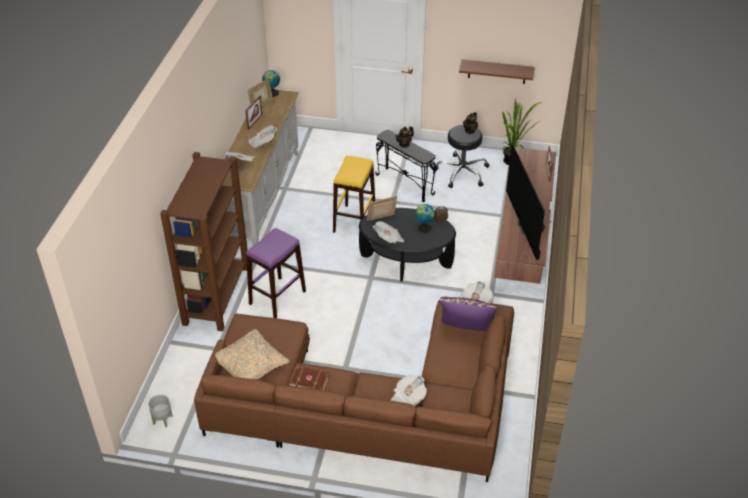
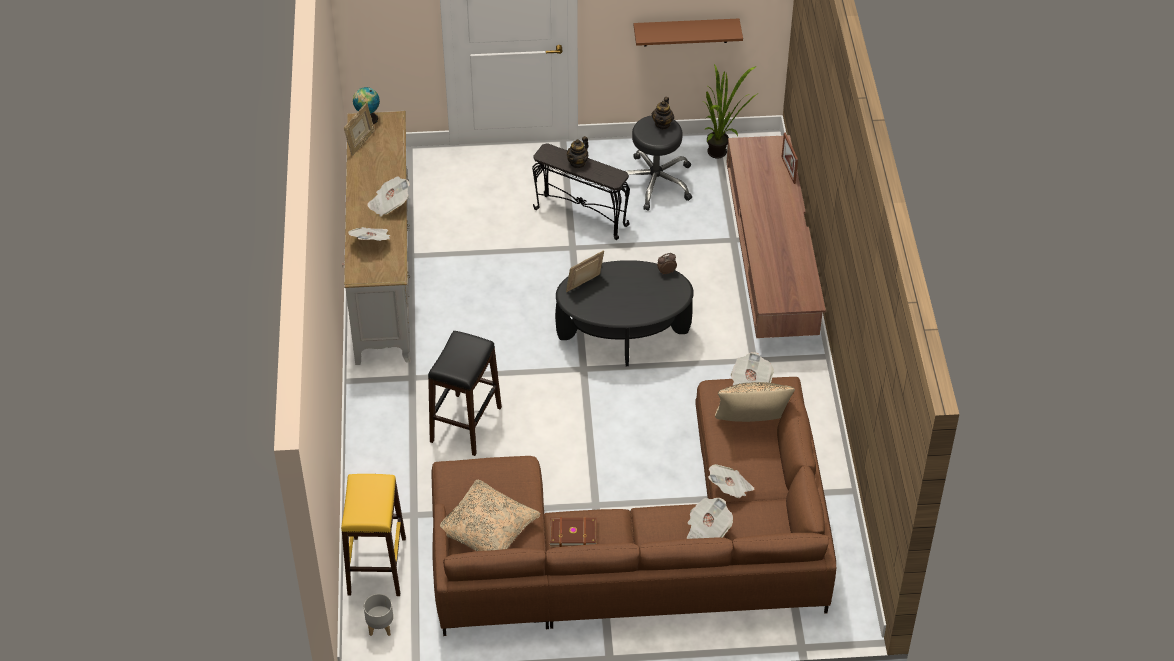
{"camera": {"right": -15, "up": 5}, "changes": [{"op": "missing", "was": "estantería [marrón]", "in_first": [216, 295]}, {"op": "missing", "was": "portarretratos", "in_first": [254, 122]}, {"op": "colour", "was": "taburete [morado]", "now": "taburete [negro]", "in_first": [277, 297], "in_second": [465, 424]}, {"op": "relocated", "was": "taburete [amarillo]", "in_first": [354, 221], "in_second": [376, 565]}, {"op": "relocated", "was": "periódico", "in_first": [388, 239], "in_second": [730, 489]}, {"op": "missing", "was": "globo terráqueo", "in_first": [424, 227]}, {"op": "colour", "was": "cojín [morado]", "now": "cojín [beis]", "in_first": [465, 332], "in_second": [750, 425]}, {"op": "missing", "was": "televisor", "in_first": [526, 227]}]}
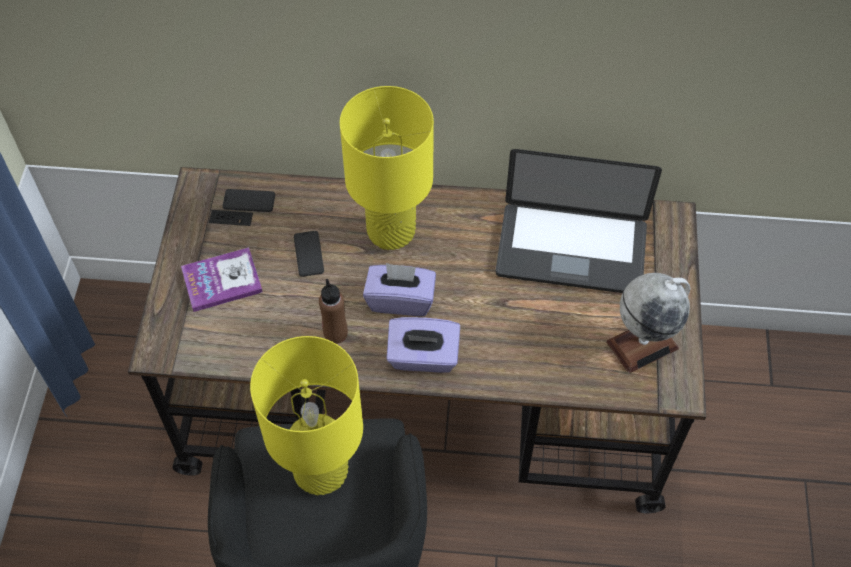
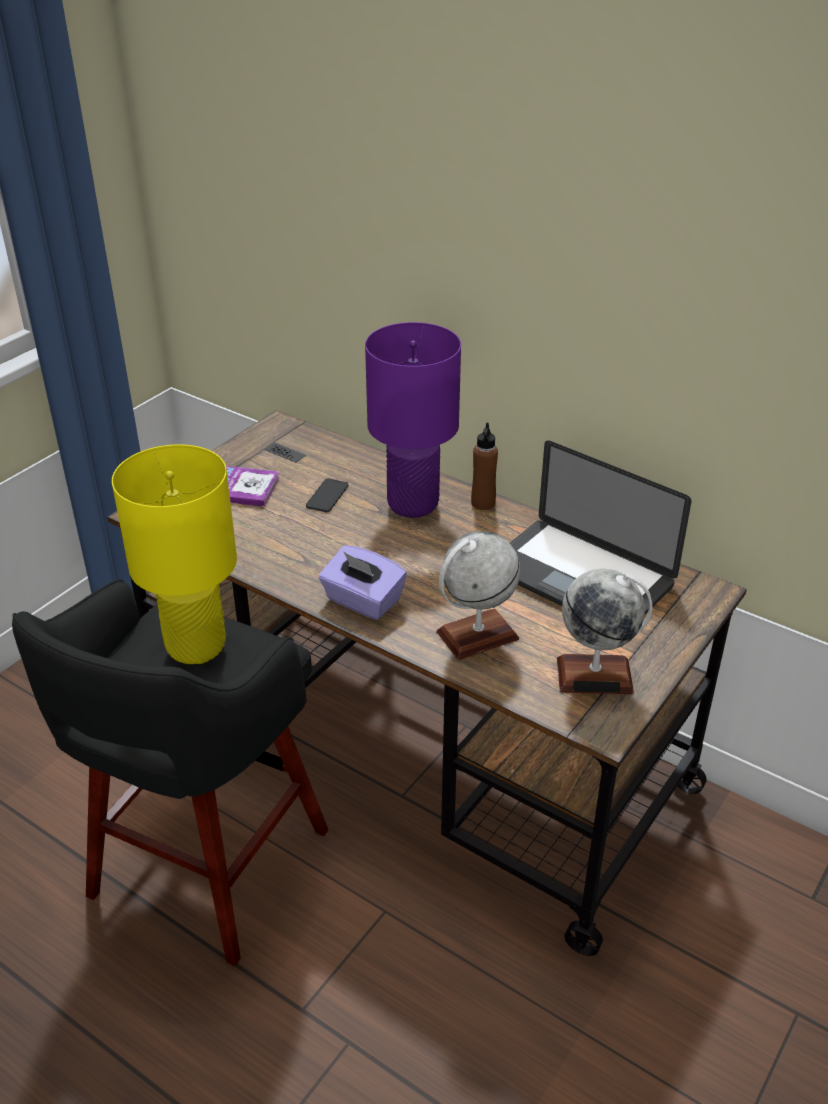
{"camera": {"right": 30, "up": -20}, "changes": [{"op": "missing", "was": "móvil", "in_first": [249, 201]}, {"op": "relocated", "was": "botella [marrón]", "in_first": [335, 333], "in_second": [483, 503]}, {"op": "colour", "was": "lámpara de mesa [amarillo]", "now": "lámpara de mesa [morado]", "in_first": [392, 233], "in_second": [414, 507]}, {"op": "missing", "was": "caja de pañuelos [morado]", "in_first": [400, 300]}, {"op": "appeared", "now": "globo terráqueo", "in_second": [477, 635]}]}
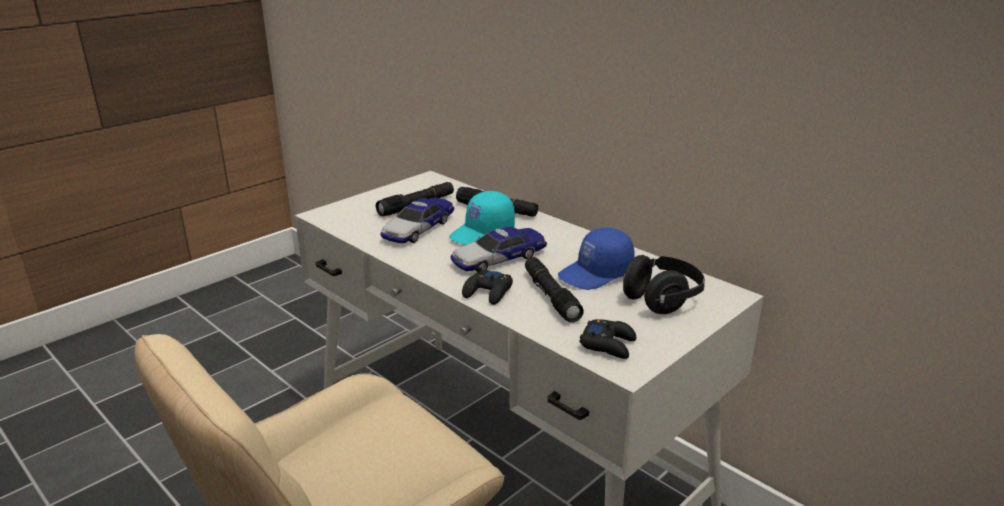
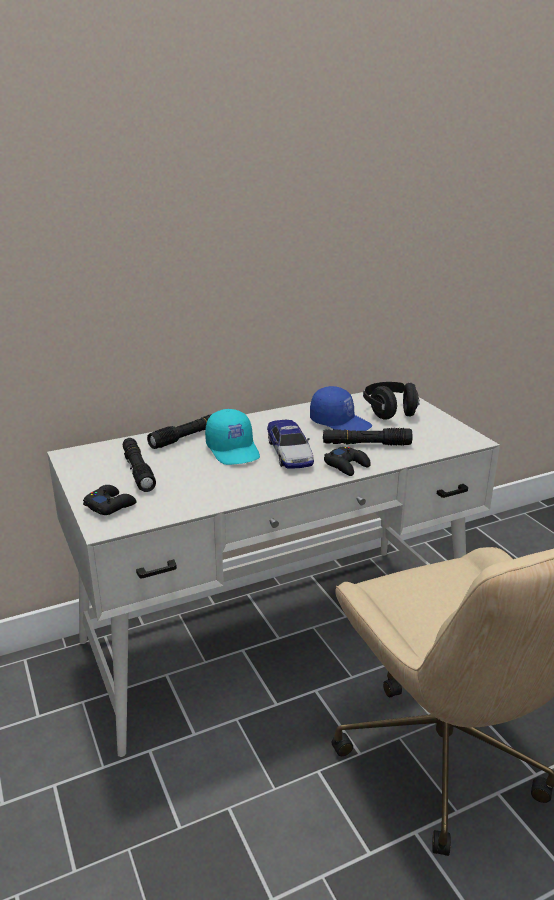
{"camera": {"right": -70, "up": 0}, "changes": [{"op": "missing", "was": "coche de juguete", "in_first": [418, 228]}, {"op": "spun", "was": "gorra [azul]", "in_first": [596, 274], "in_second": [340, 423], "clockwise": -45}, {"op": "relocated", "was": "mando de consola [negro]", "in_first": [608, 344], "in_second": [110, 505]}]}
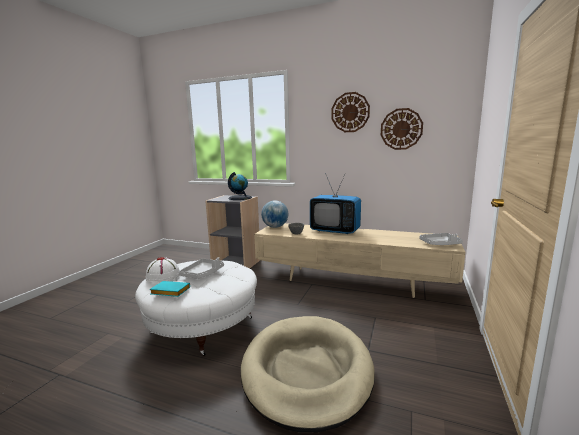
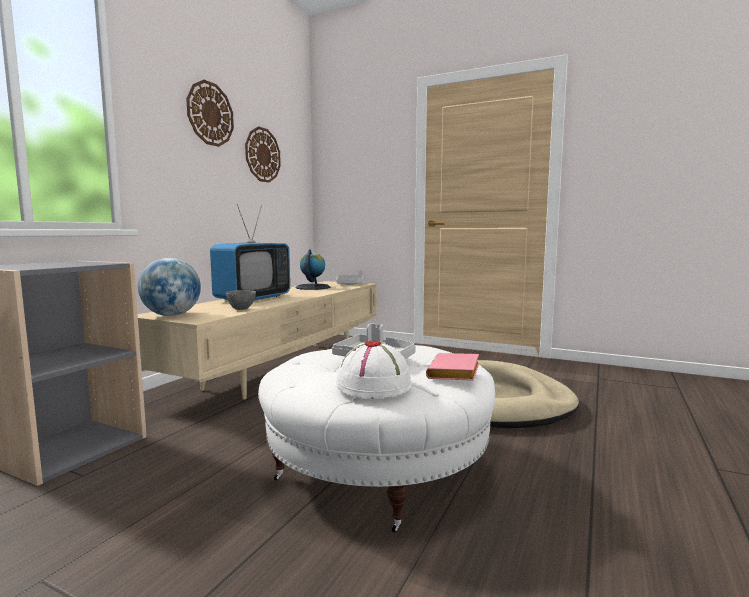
{"camera": {"right": -85, "up": -5}, "changes": [{"op": "colour", "was": "libro [turquesa]", "now": "libro [rosa]", "in_first": [169, 292], "in_second": [455, 373]}, {"op": "relocated", "was": "globo terráqueo", "in_first": [240, 198], "in_second": [312, 287]}]}
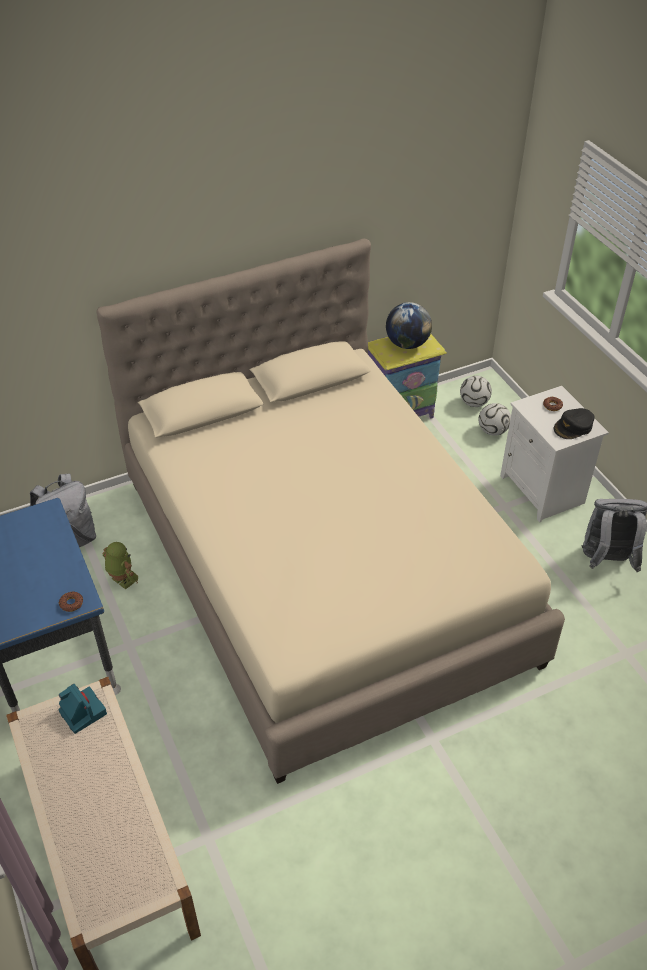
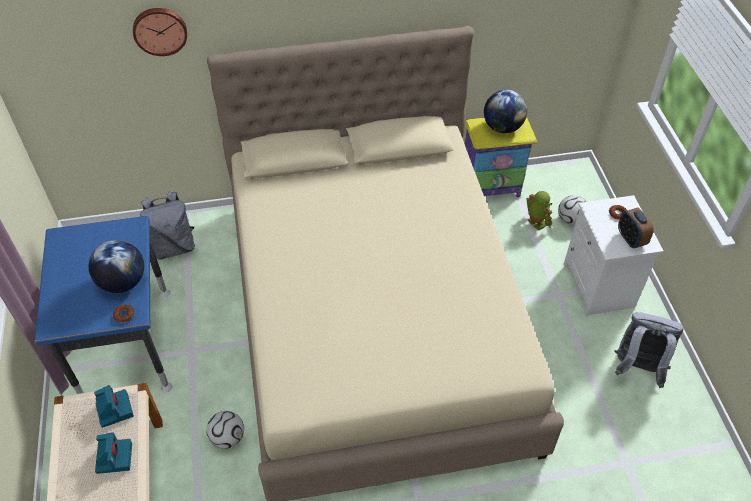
{"camera": {"right": 15, "up": 5}, "changes": [{"op": "relocated", "was": "robot de juguete", "in_first": [122, 580], "in_second": [535, 223]}, {"op": "relocated", "was": "balón de fútbol", "in_first": [474, 403], "in_second": [228, 438]}, {"op": "exchanged", "was": "gorra [negro]", "now": "despertador", "in_first": [573, 427], "in_second": [630, 239]}, {"op": "appeared", "now": "globo terráqueo", "in_second": [123, 282]}, {"op": "appeared", "now": "cámara", "in_second": [114, 457]}, {"op": "appeared", "now": "reloj de pared", "in_second": [160, 30]}]}
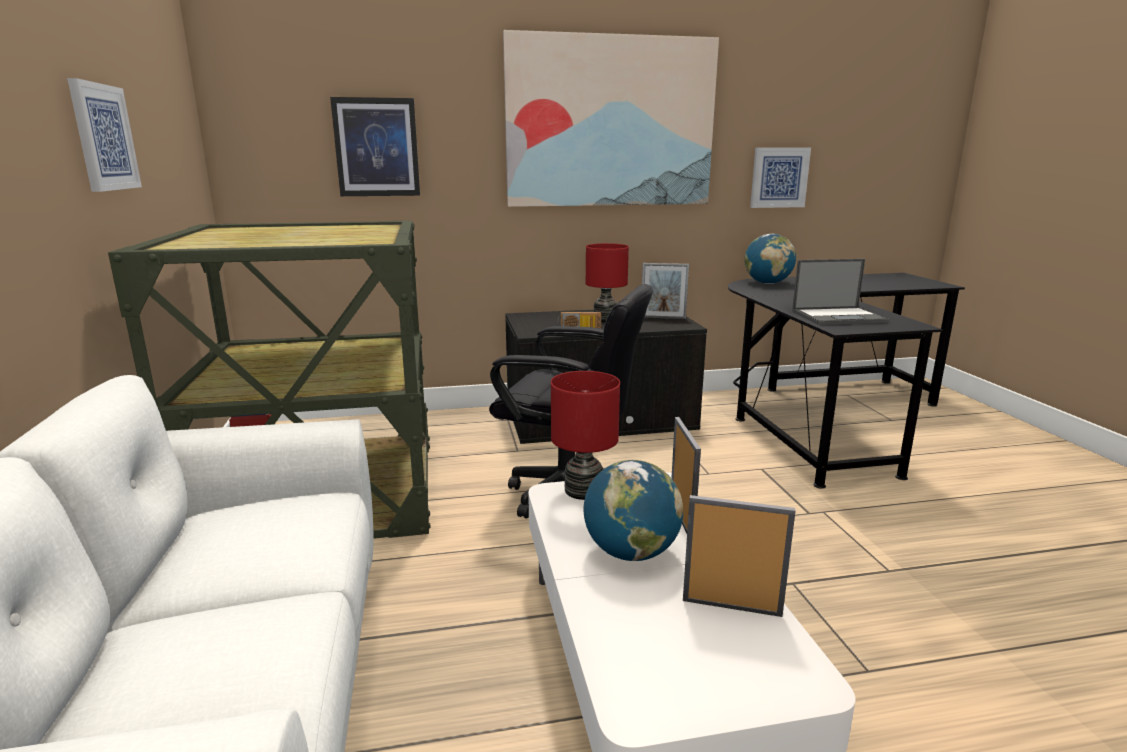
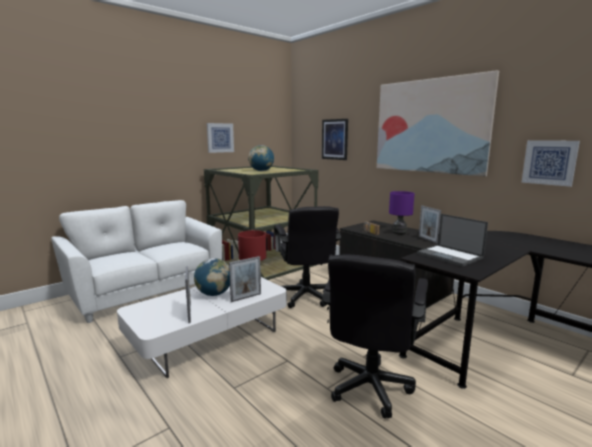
{"camera": {"right": 60, "up": -5}, "changes": [{"op": "colour", "was": "lámpara de mesa [rojo]", "now": "lámpara de mesa [morado]", "in_first": [605, 319], "in_second": [399, 232]}, {"op": "relocated", "was": "globo terráqueo", "in_first": [767, 283], "in_second": [261, 171]}, {"op": "appeared", "now": "silla de oficina [negro]", "in_second": [370, 392]}]}
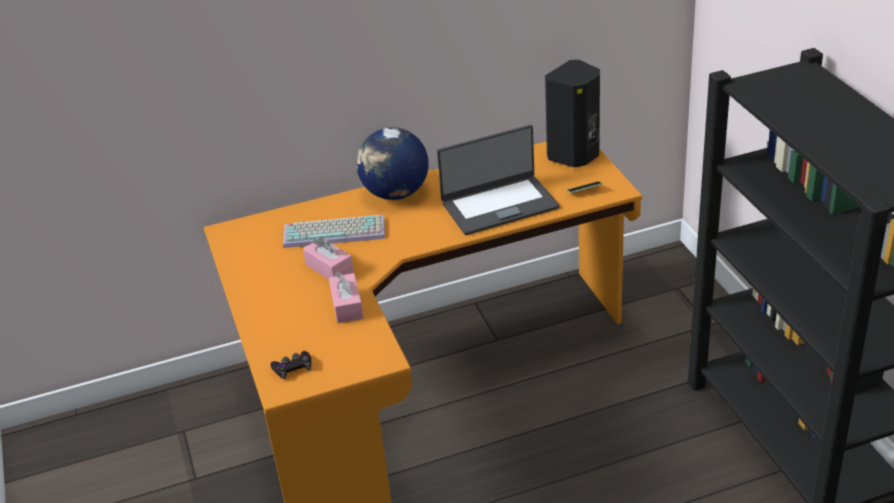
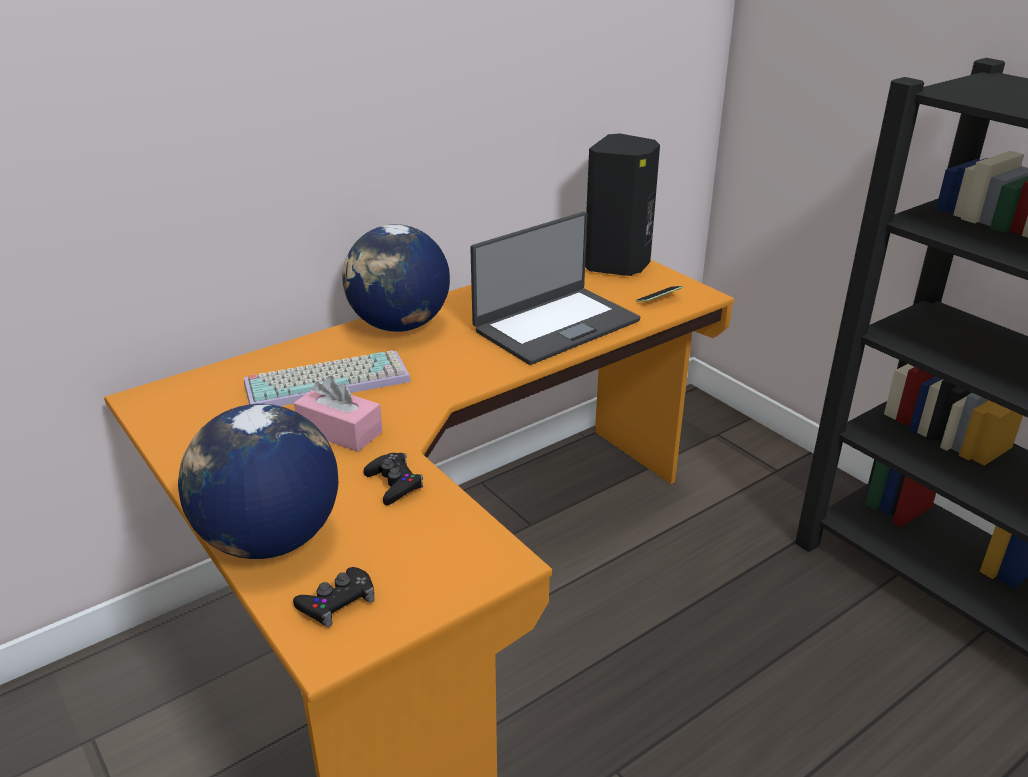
{"camera": {"right": -20, "up": -5}, "changes": [{"op": "exchanged", "was": "caja de pañuelos [rosa]", "now": "mando de consola [negro]", "in_first": [347, 306], "in_second": [394, 483]}, {"op": "appeared", "now": "globo terráqueo", "in_second": [269, 540]}]}
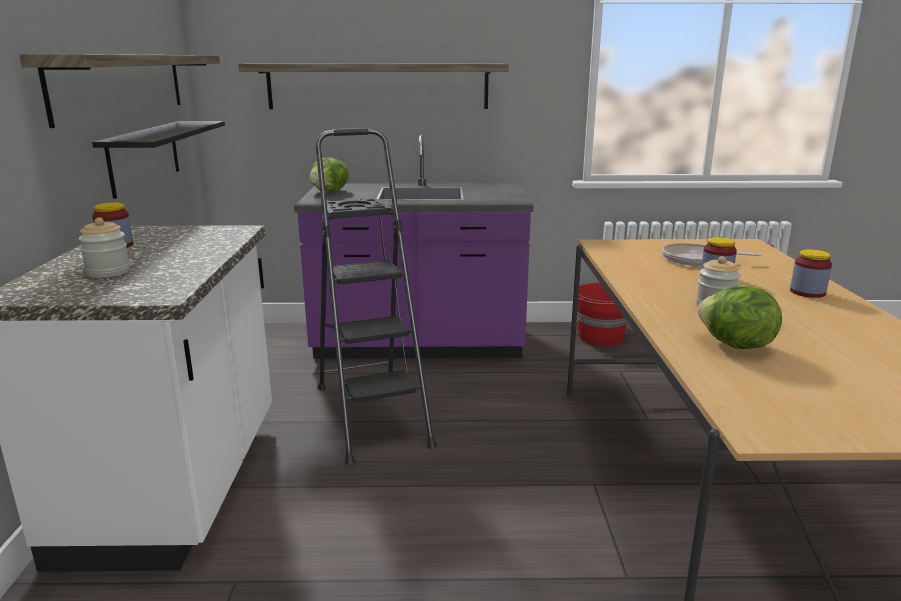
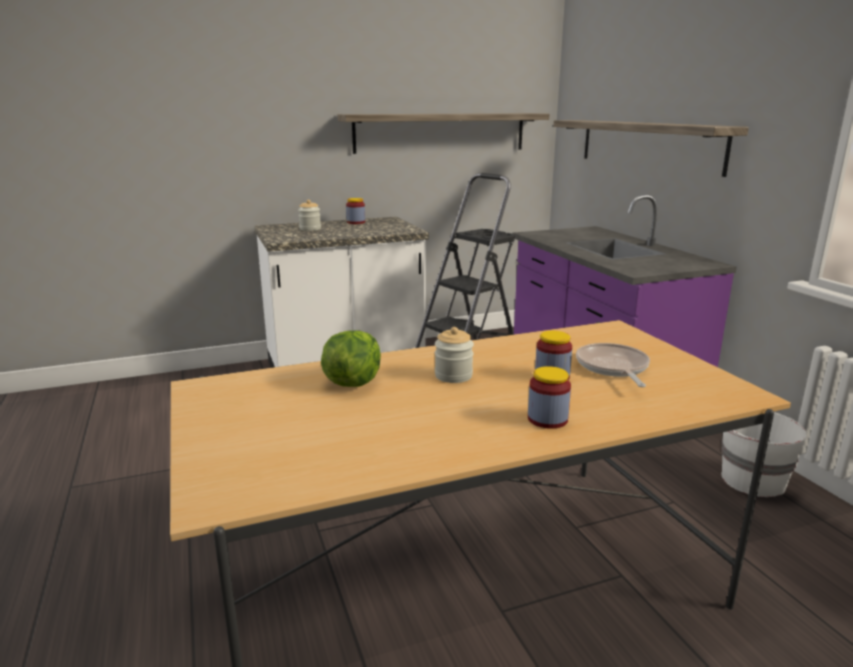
{"camera": {"right": 70, "up": 0}, "changes": [{"op": "missing", "was": "estante [negro]", "in_first": [144, 157]}, {"op": "missing", "was": "lechuga", "in_first": [330, 191]}, {"op": "colour", "was": "cubo [rojo]", "now": "cubo [blanco]", "in_first": [600, 338], "in_second": [750, 480]}]}
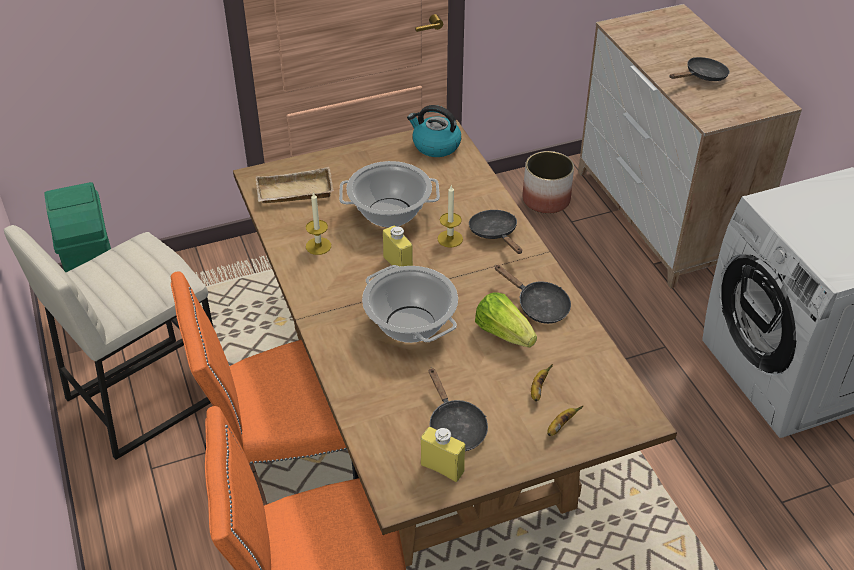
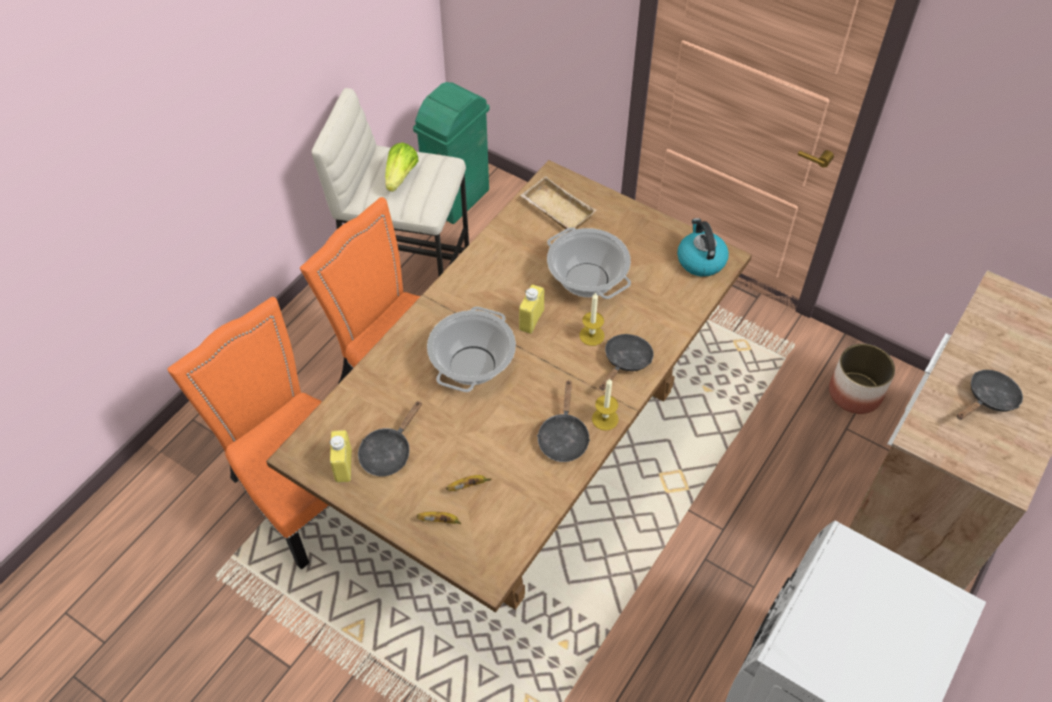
{"camera": {"right": 55, "up": 10}, "changes": [{"op": "relocated", "was": "vela", "in_first": [318, 246], "in_second": [605, 419]}, {"op": "relocated", "was": "lechuga", "in_first": [503, 333], "in_second": [401, 177]}, {"op": "spun", "was": "sartén [negro]", "in_first": [702, 76], "in_second": [988, 399], "clockwise": -60}]}
